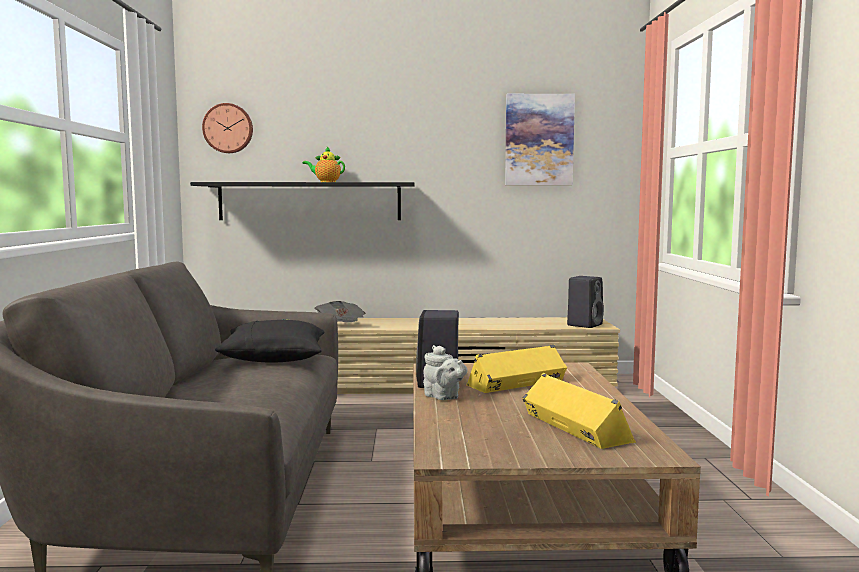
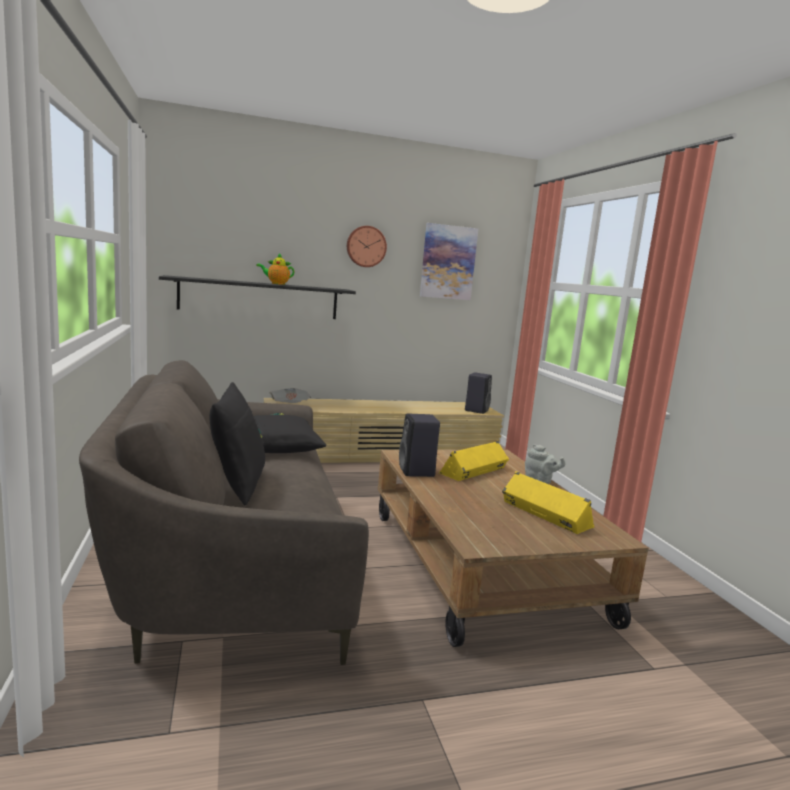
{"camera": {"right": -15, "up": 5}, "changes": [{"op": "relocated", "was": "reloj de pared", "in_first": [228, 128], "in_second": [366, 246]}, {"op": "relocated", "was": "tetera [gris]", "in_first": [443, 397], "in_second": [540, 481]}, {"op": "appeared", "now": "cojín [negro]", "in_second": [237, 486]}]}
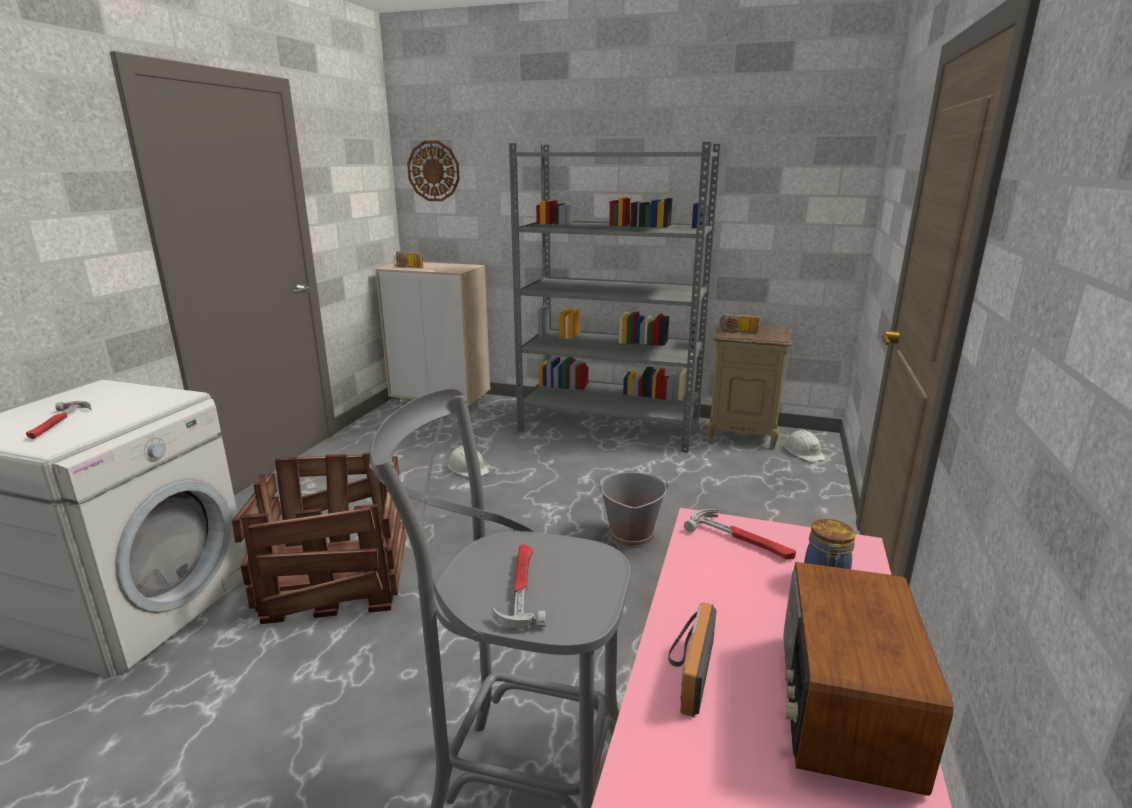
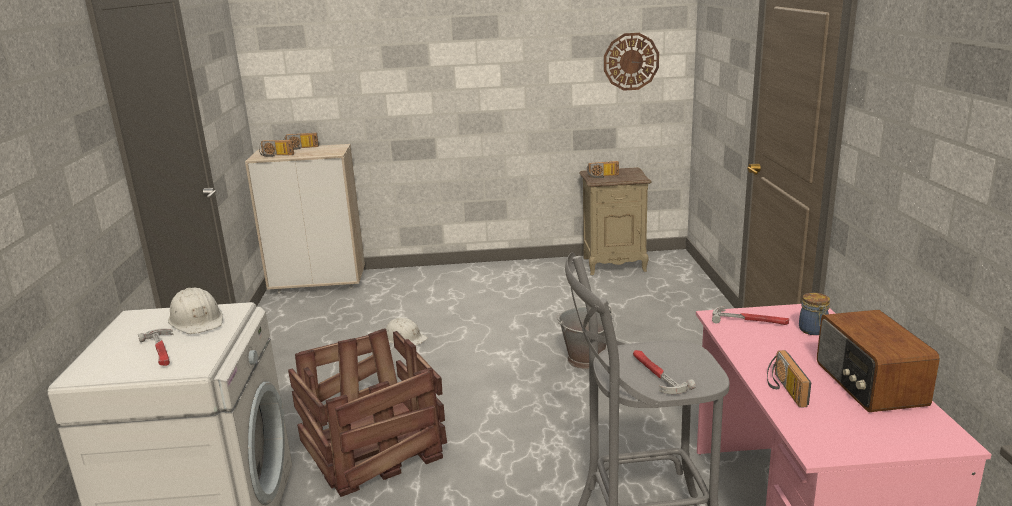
{"camera": {"right": -20, "up": 0}, "changes": [{"op": "relocated", "was": "reloj de pared", "in_first": [433, 171], "in_second": [631, 61]}, {"op": "missing", "was": "estantería [gris]", "in_first": [610, 424]}, {"op": "relocated", "was": "casco [blanco]", "in_first": [804, 452], "in_second": [197, 320]}, {"op": "appeared", "now": "radio", "in_second": [301, 148]}]}
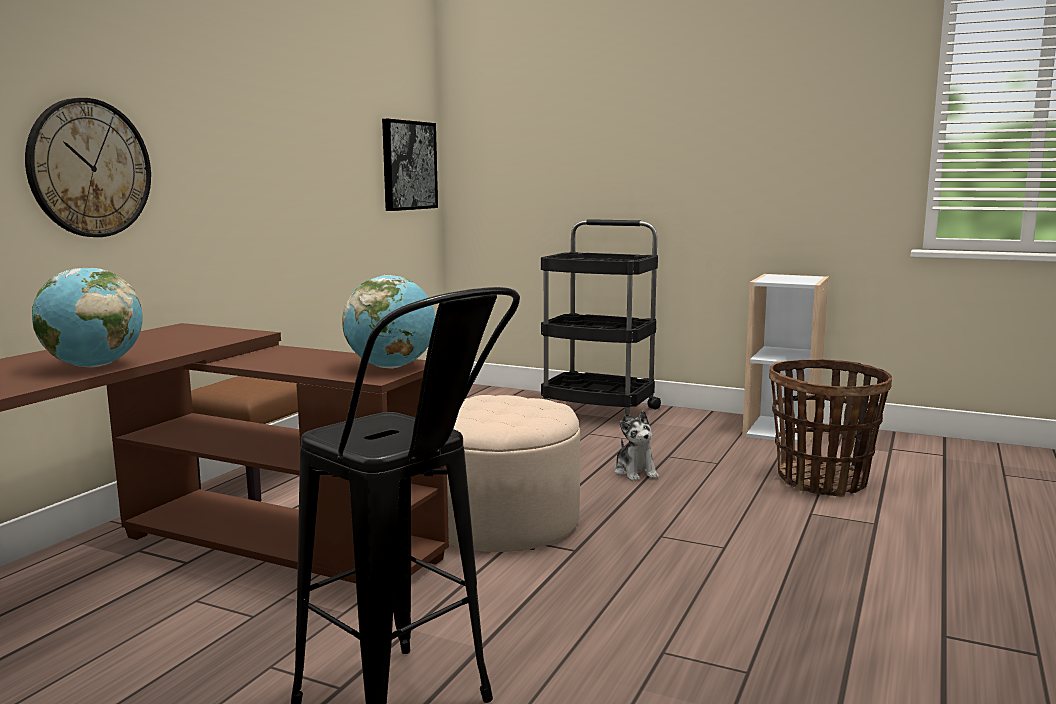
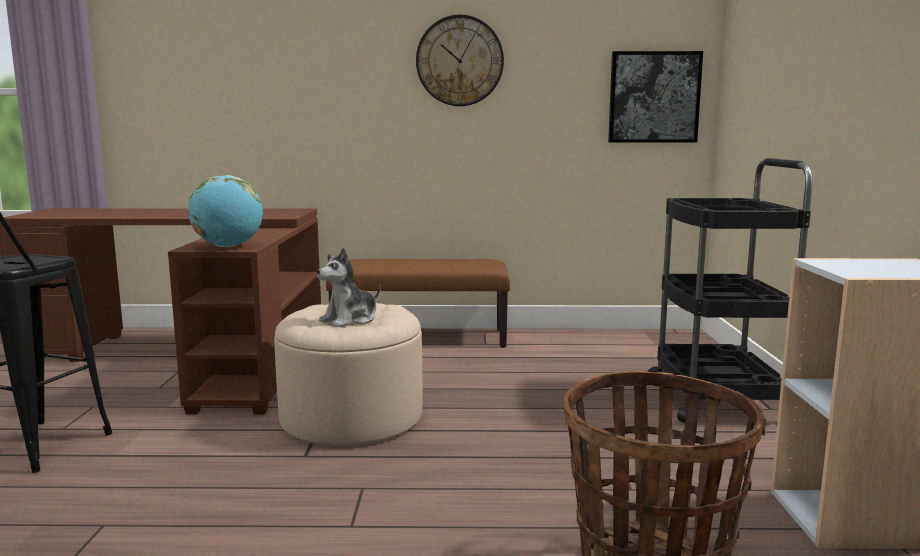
{"camera": {"right": 65, "up": 0}, "changes": [{"op": "relocated", "was": "reloj de pared", "in_first": [89, 168], "in_second": [459, 61]}, {"op": "missing", "was": "globo terráqueo", "in_first": [93, 366]}, {"op": "relocated", "was": "peluche", "in_first": [635, 472], "in_second": [350, 320]}]}
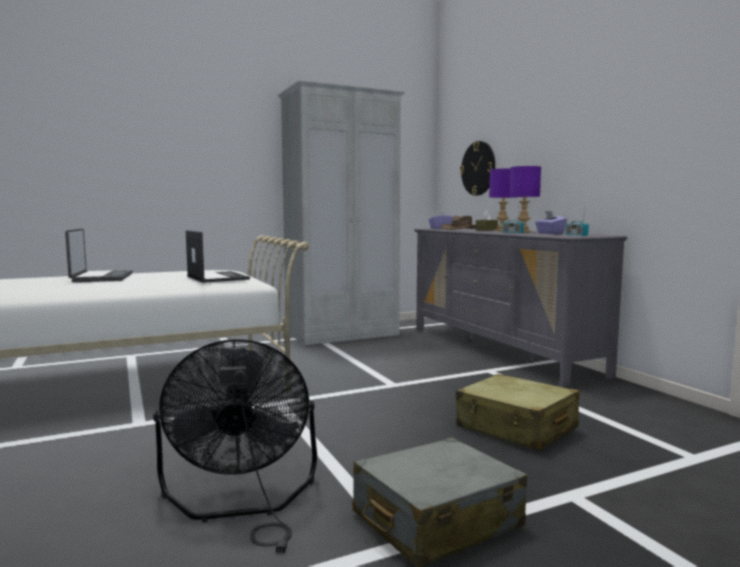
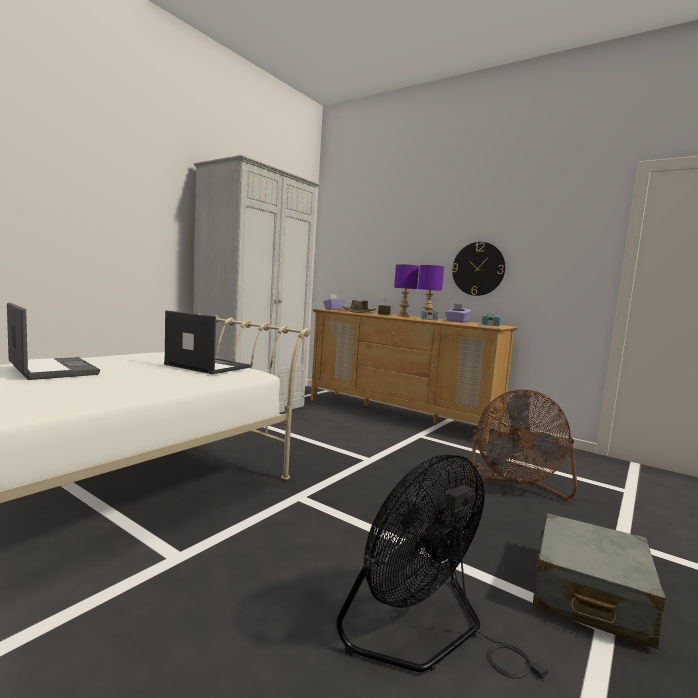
{"camera": {"right": -30, "up": 0}, "changes": [{"op": "colour", "was": "cómoda [gris]", "now": "cómoda [marrón]", "in_first": [498, 350], "in_second": [398, 415]}, {"op": "exchanged", "was": "maleta [beis]", "now": "ventilador [marrón]", "in_first": [516, 427], "in_second": [510, 487]}, {"op": "relocated", "was": "reloj de pared", "in_first": [478, 168], "in_second": [478, 269]}]}
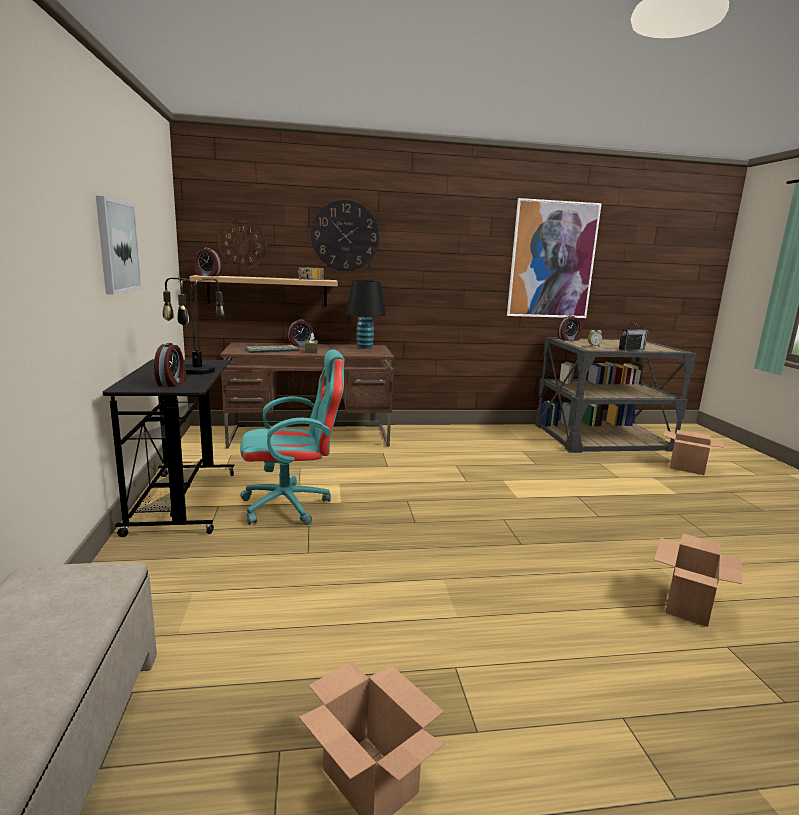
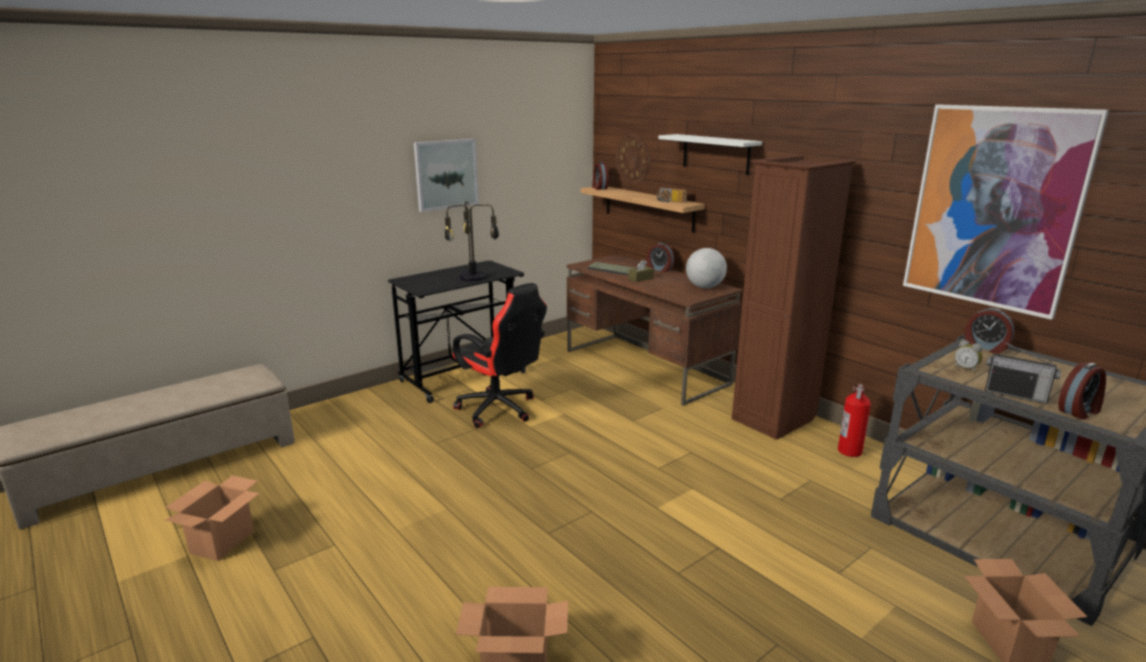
{"camera": {"right": 60, "up": 5}, "changes": [{"op": "relocated", "was": "despertador", "in_first": [172, 383], "in_second": [1079, 411]}, {"op": "colour", "was": "silla de oficina [turquesa]", "now": "silla de oficina [negro]", "in_first": [293, 506], "in_second": [500, 412]}, {"op": "exchanged", "was": "reloj de pared", "now": "estante [blanco]", "in_first": [345, 236], "in_second": [716, 154]}, {"op": "exchanged", "was": "lámpara de mesa [negro]", "now": "globo terráqueo", "in_first": [364, 347], "in_second": [704, 287]}, {"op": "appeared", "now": "armario [marrón]", "in_second": [773, 419]}, {"op": "appeared", "now": "extintor", "in_second": [850, 451]}]}
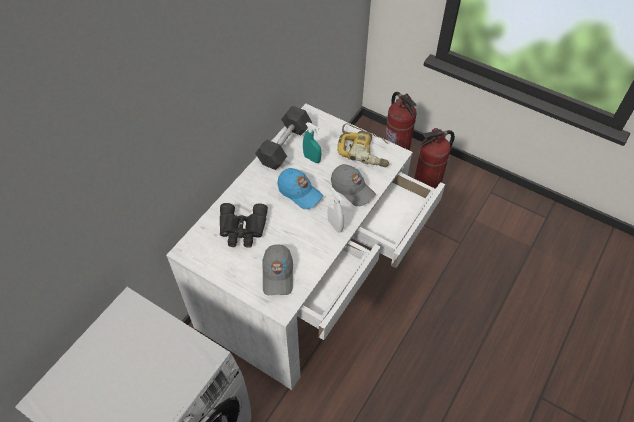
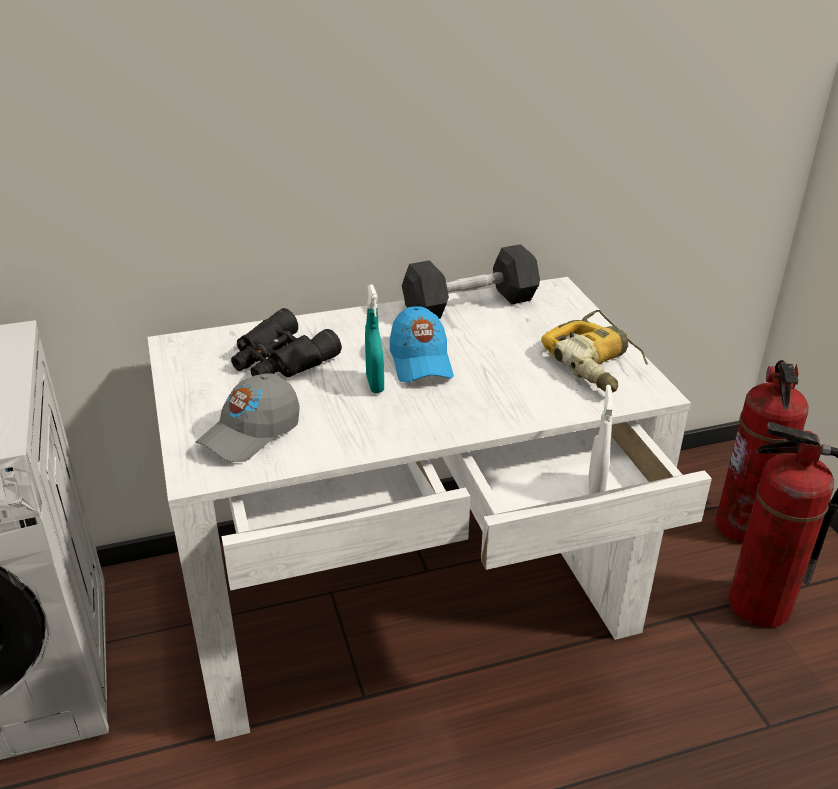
{"camera": {"right": 40, "up": -20}, "changes": [{"op": "relocated", "was": "pulverizador [turquesa]", "in_first": [312, 158], "in_second": [375, 384]}, {"op": "relocated", "was": "pulverizador [blanco]", "in_first": [335, 225], "in_second": [595, 489]}, {"op": "missing", "was": "gorra [gris]", "in_first": [352, 189]}]}
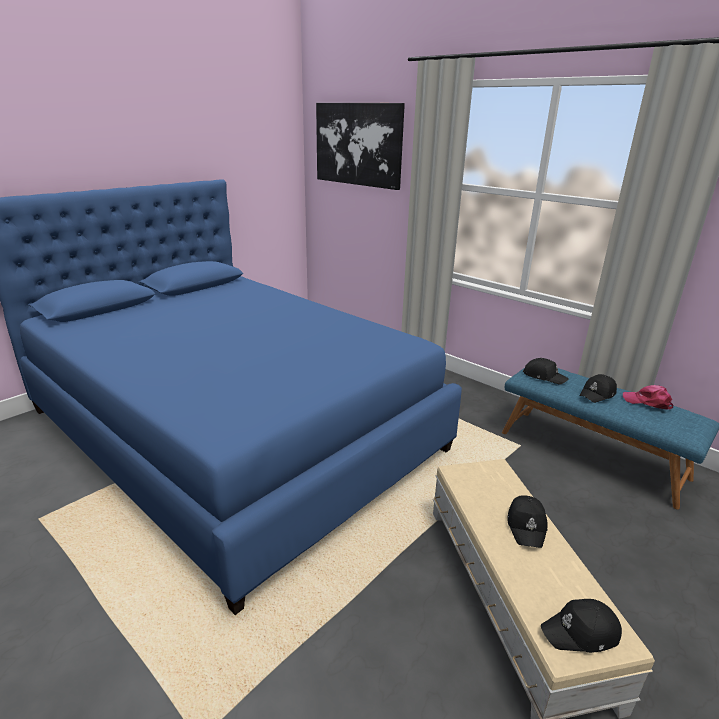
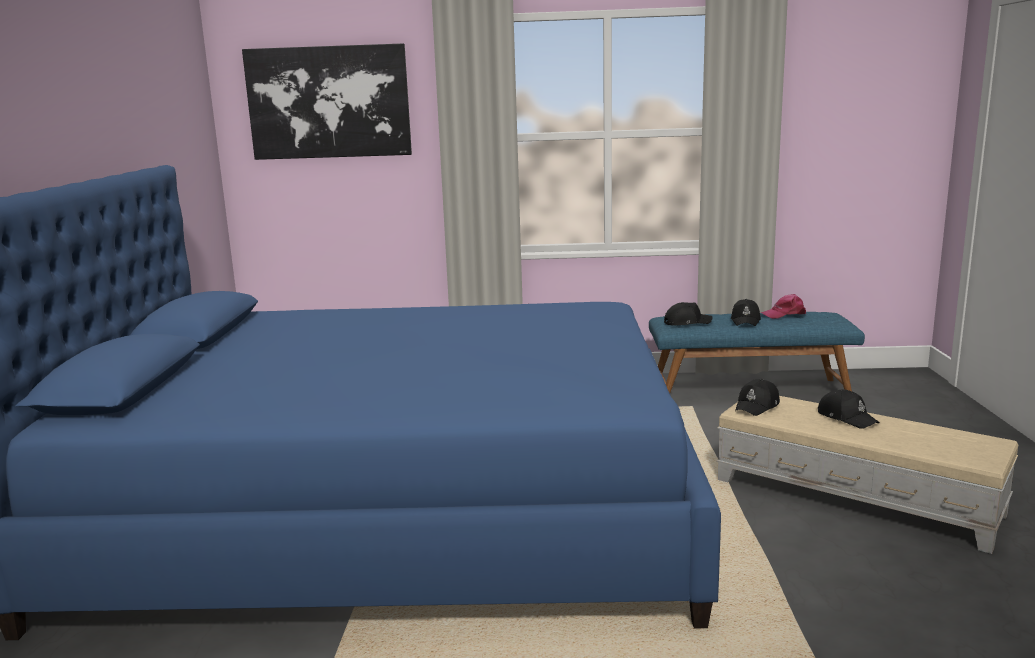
{"camera": {"right": -40, "up": -10}, "changes": [{"op": "relocated", "was": "gorra [negro]", "in_first": [581, 633], "in_second": [757, 406]}]}
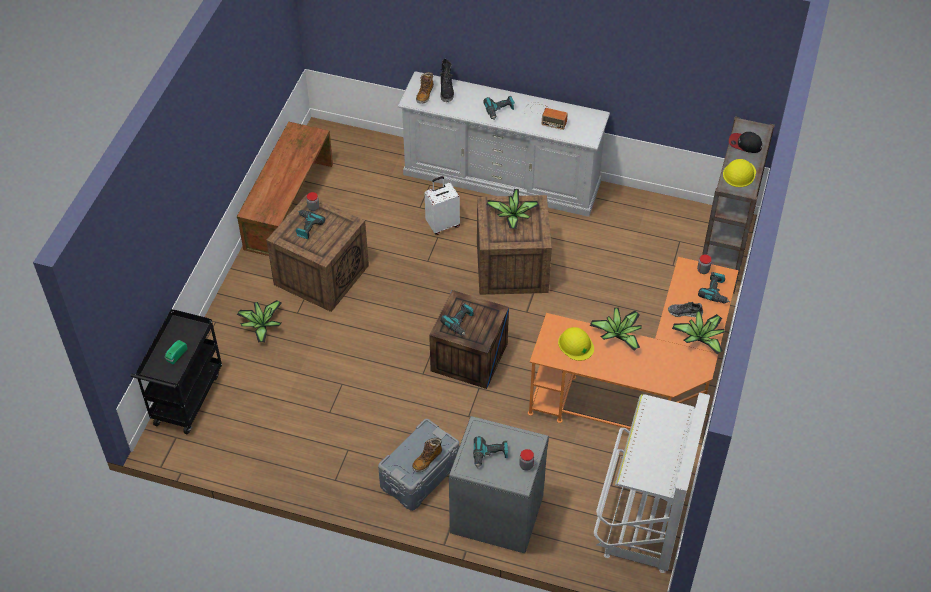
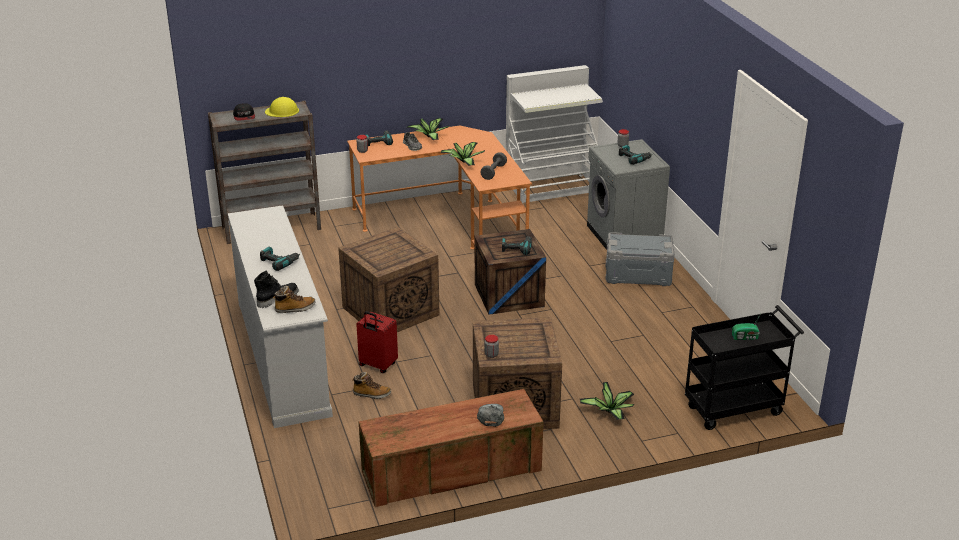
{"camera": {"right": -125, "up": -20}, "changes": [{"op": "missing", "was": "taladro", "in_first": [306, 226]}, {"op": "relocated", "was": "bota", "in_first": [427, 460], "in_second": [371, 394]}, {"op": "colour", "was": "maleta [blanco]", "now": "maleta [rojo]", "in_first": [442, 224], "in_second": [377, 365]}, {"op": "missing", "was": "planta en maceta", "in_first": [513, 216]}, {"op": "missing", "was": "radio", "in_first": [544, 115]}, {"op": "exchanged", "was": "casco [amarillo]", "now": "mancuerna [gris]", "in_first": [576, 344], "in_second": [493, 172]}, {"op": "appeared", "now": "gorra [gris]", "in_second": [490, 416]}]}
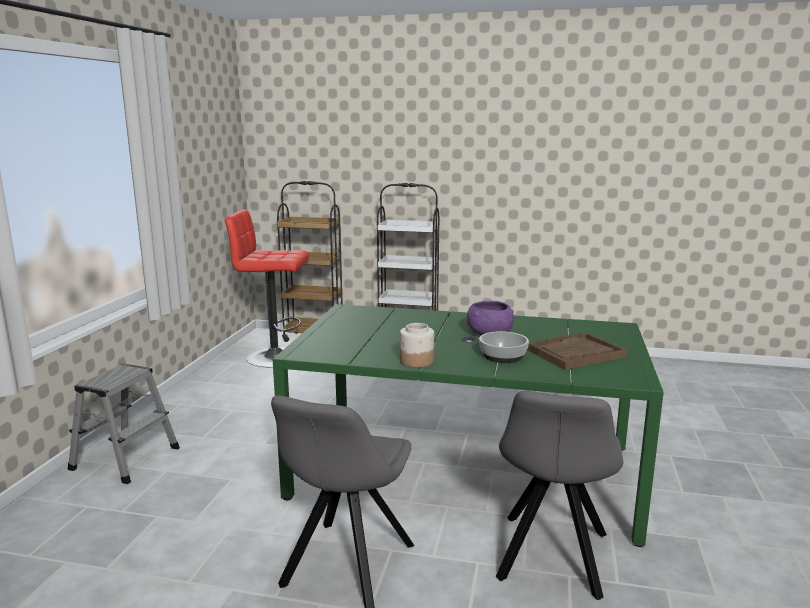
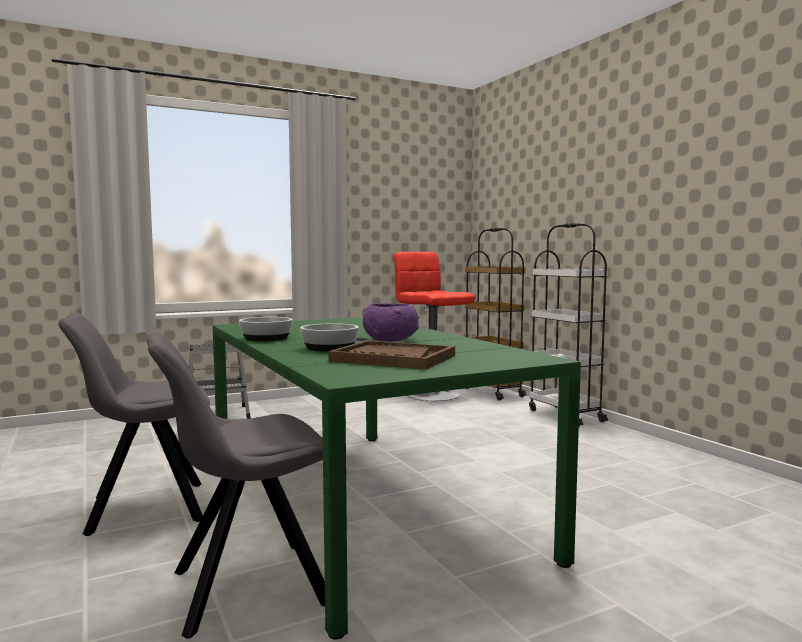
{"camera": {"right": 50, "up": -10}, "changes": [{"op": "exchanged", "was": "tarro", "now": "cuenco", "in_first": [416, 361], "in_second": [265, 338]}]}
